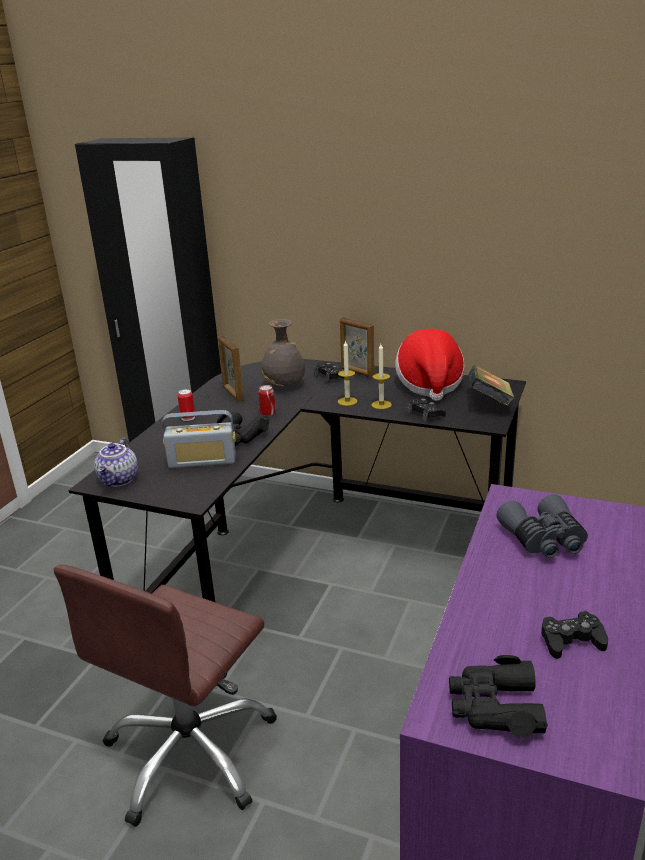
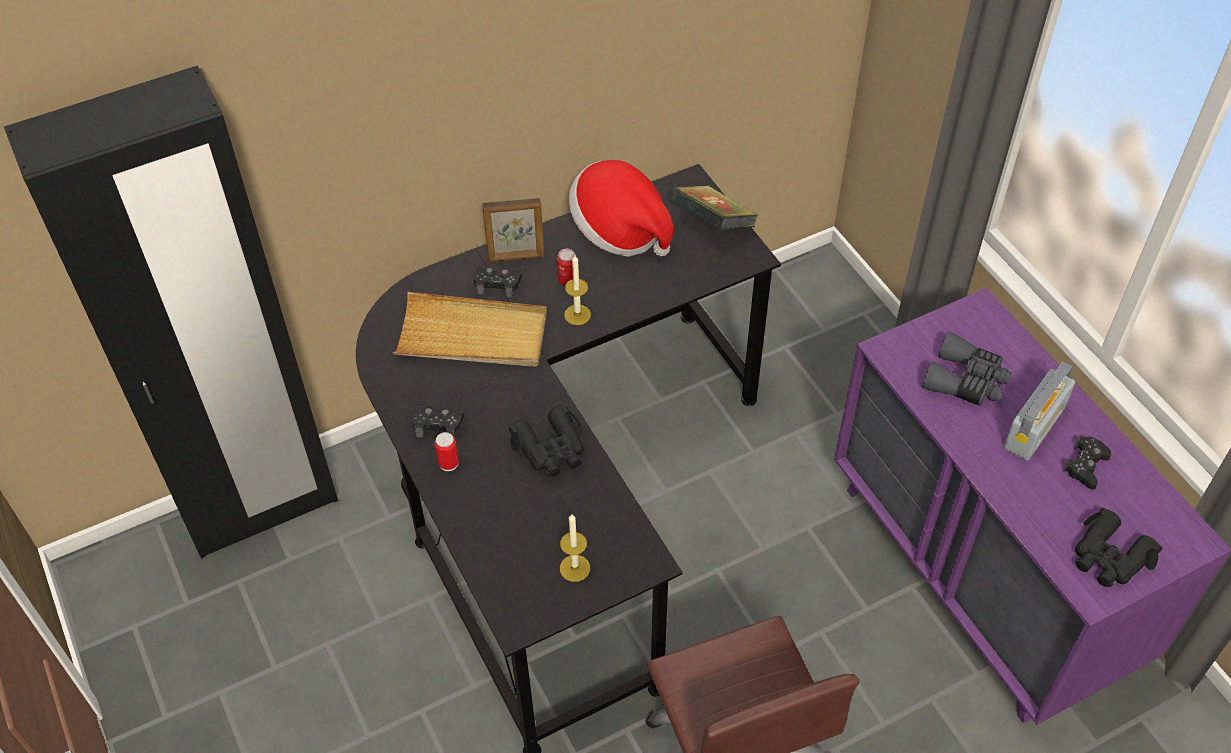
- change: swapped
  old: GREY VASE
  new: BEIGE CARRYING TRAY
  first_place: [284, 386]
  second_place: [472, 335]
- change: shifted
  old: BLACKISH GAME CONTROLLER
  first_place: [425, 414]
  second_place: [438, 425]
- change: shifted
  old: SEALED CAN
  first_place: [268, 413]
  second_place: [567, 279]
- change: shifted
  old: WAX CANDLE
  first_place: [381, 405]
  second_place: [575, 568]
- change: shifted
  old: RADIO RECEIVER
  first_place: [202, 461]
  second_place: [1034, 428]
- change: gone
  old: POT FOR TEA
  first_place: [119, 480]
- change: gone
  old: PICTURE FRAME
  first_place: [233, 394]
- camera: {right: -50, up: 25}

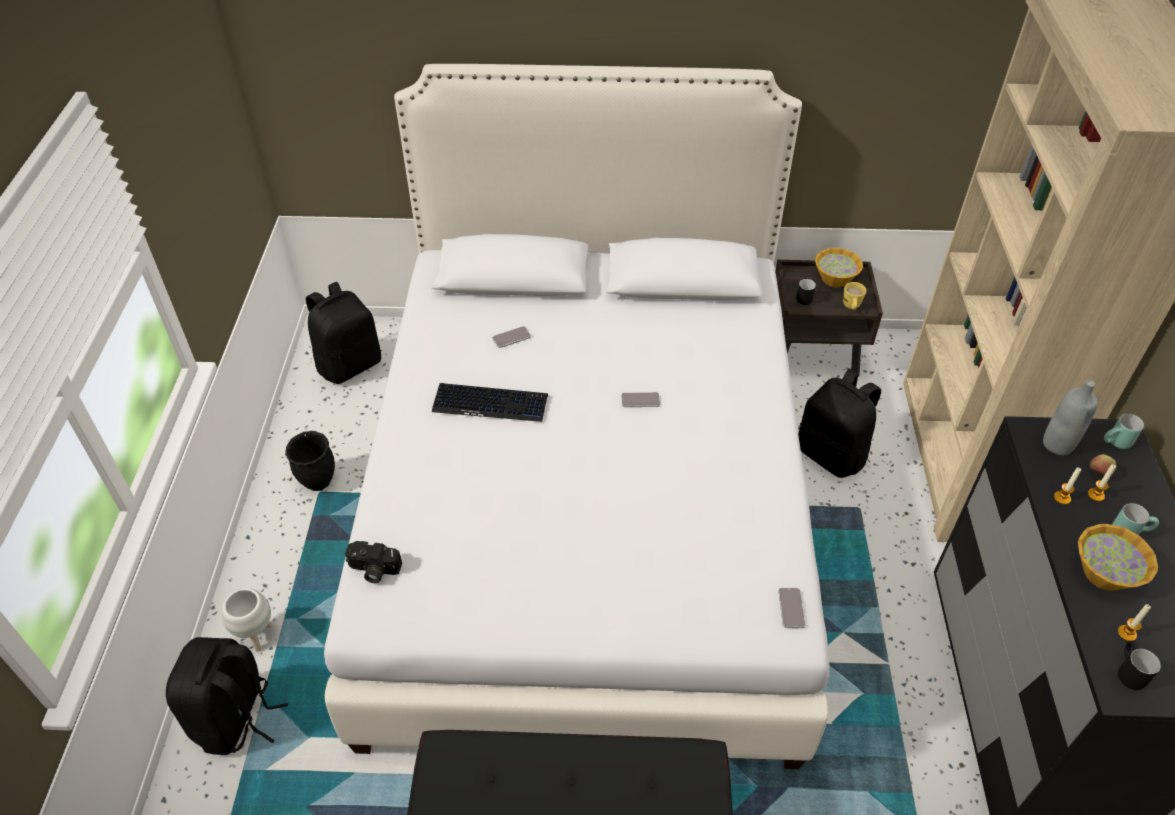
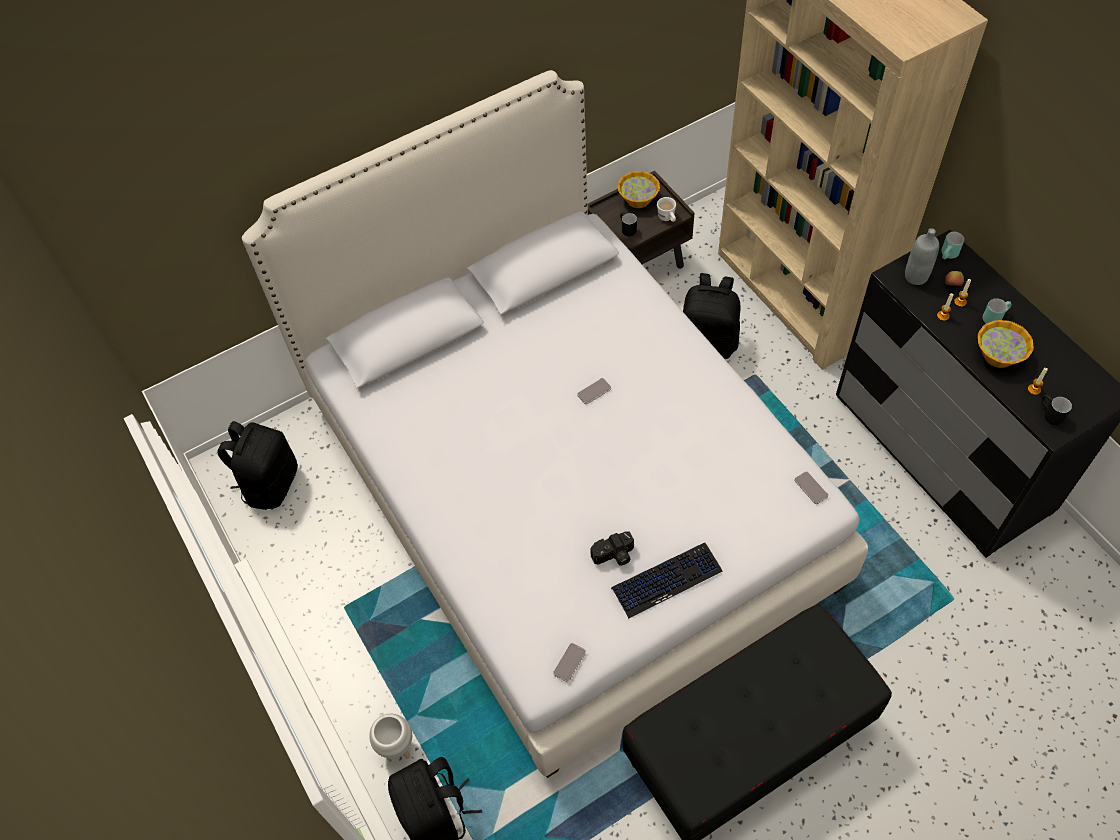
- change: shifted
  old: PHONE
  first_place: [511, 337]
  second_place: [569, 662]
- change: shifted
  old: STILL CAMERA
  first_place: [373, 570]
  second_place: [614, 556]
- change: shifted
  old: COMPUTER KEYBOARD
  first_place: [490, 404]
  second_place: [666, 580]
- change: repainted
  old: YELLOWISH COFFEE MUG
  new: WHITE-COLOURED COFFEE MUG
  first_place: [851, 307]
  second_place: [667, 219]
- change: gone
  old: BLACKISH PLANTER
  first_place: [317, 481]
- camera: {right: -30, up: 10}

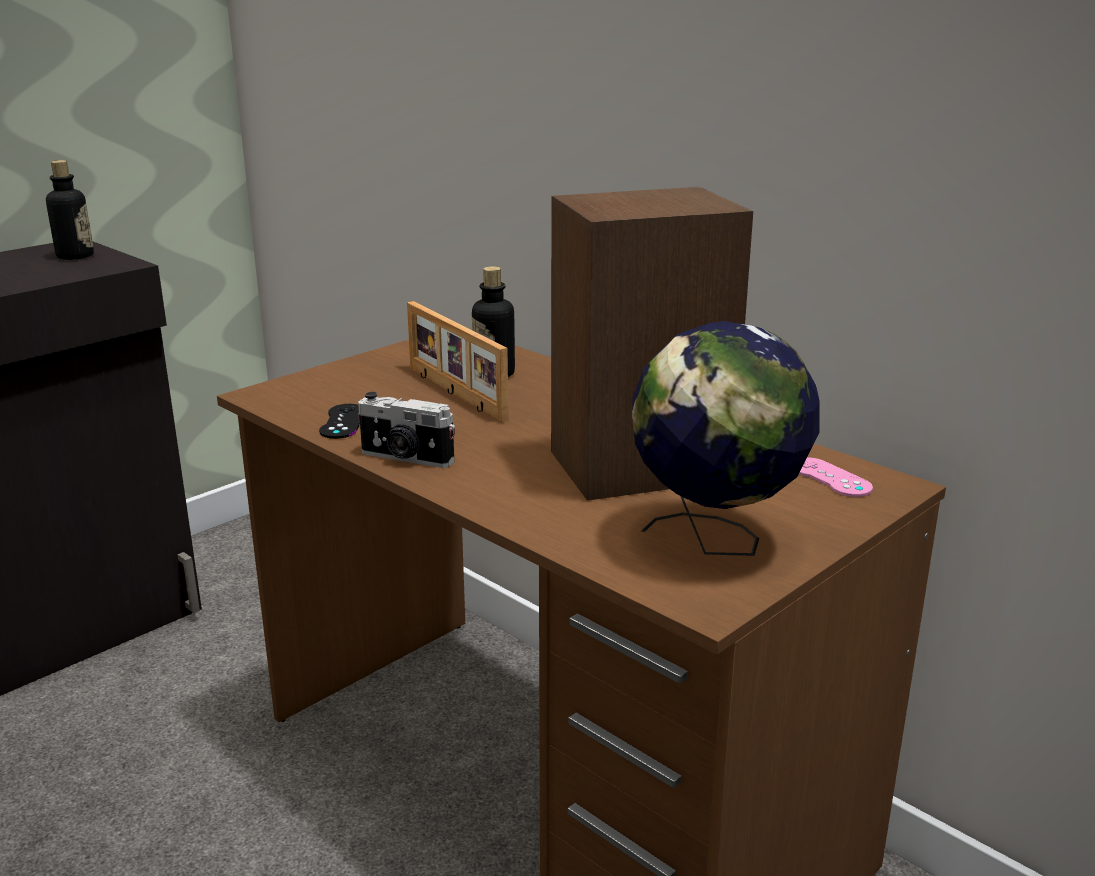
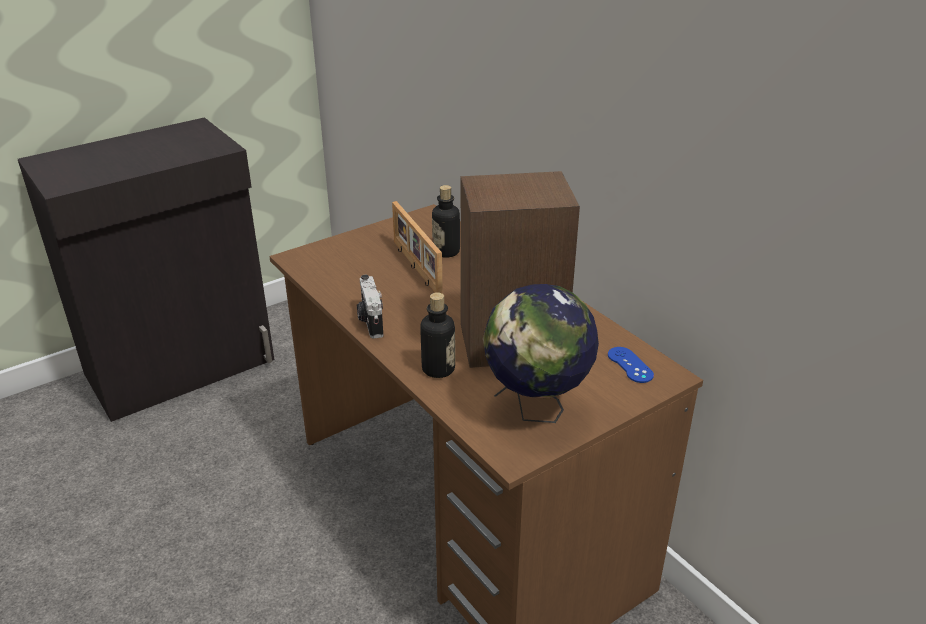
- change: rotated
  old: STILL CAMERA
  first_place: [406, 458]
  second_place: [370, 321]
  degrees: 45
- change: shifted
  old: BEVERAGE BOTTLE
  first_place: [75, 256]
  second_place: [438, 369]
- change: repainted
  old: PINK-COLOURED GAME CONTROLLER
  new: BLUISH GAME CONTROLLER
  first_place: [830, 478]
  second_place: [630, 365]
- change: gone
  old: BLACKISH GAME CONTROLLER
  first_place: [342, 421]
- camera: {right: 10, up: 10}

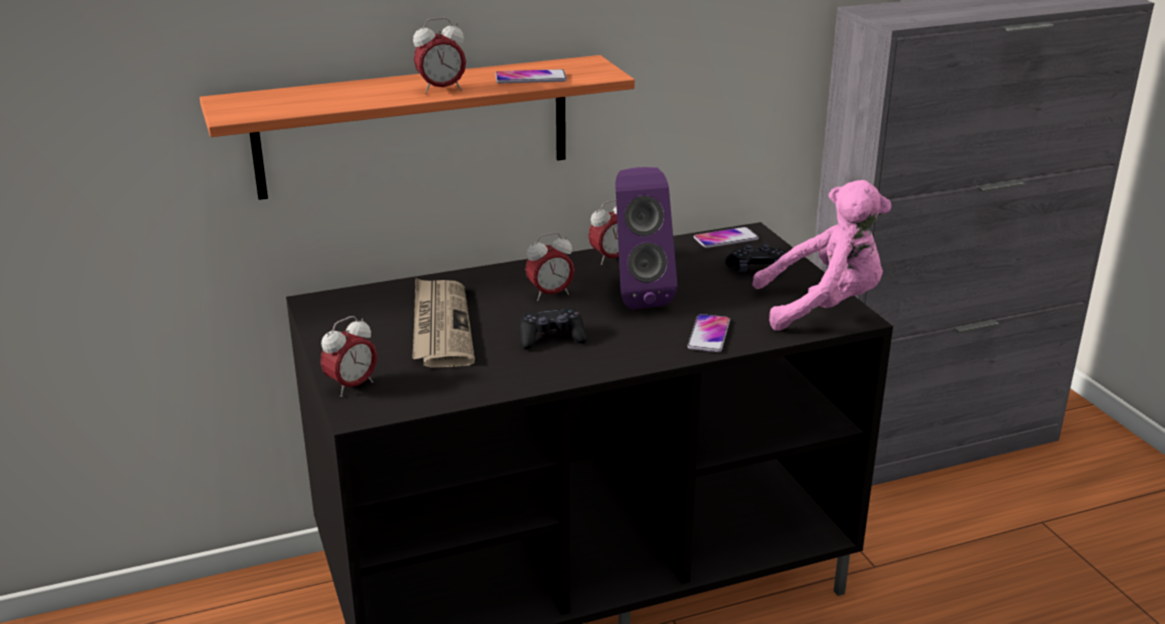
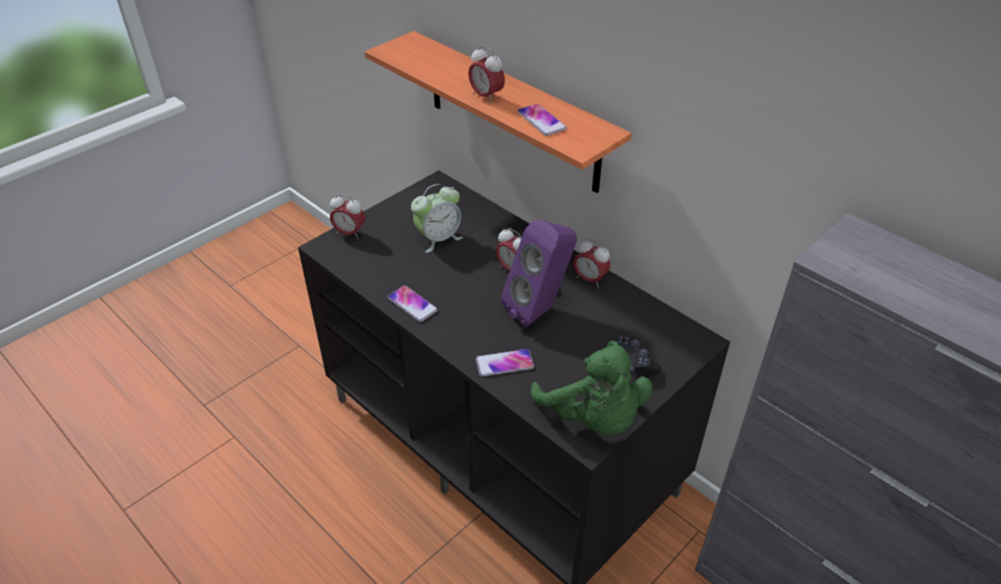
- change: shifted
  old: PHONE
  first_place: [725, 239]
  second_place: [412, 304]
- change: swapped
  old: PRINTED PAPER
  new: BEDSIDE CLOCK
  first_place: [440, 326]
  second_place: [438, 239]
- change: repainted
  old: PINK-COLOURED PLUSH TOY
  new: GREEN-COLOURED PLUSH TOY
  first_place: [823, 307]
  second_place: [593, 418]
- change: gone
  old: BLACKISH GAME CONTROLLER
  first_place: [551, 338]
- camera: {right: 65, up: 15}

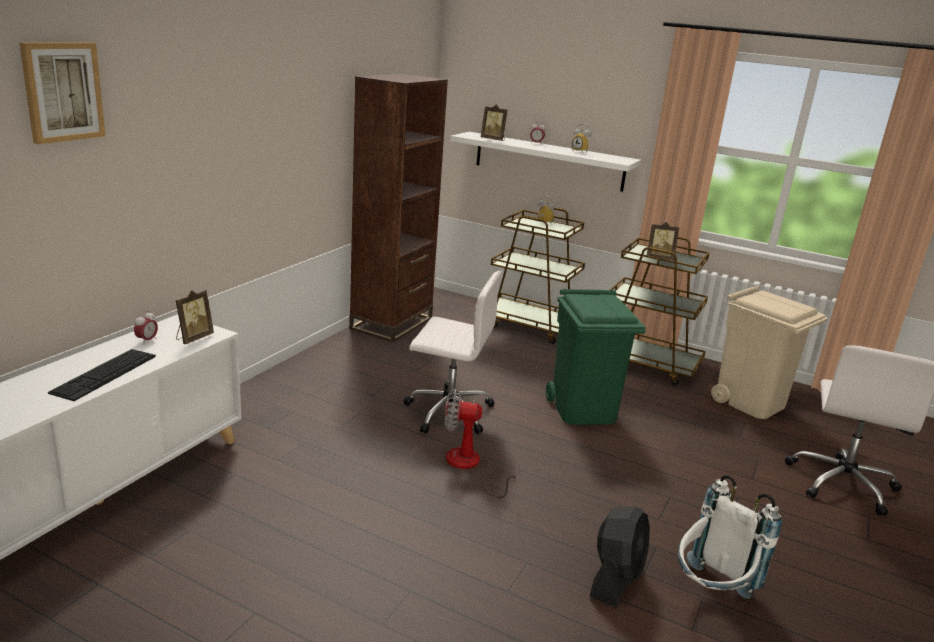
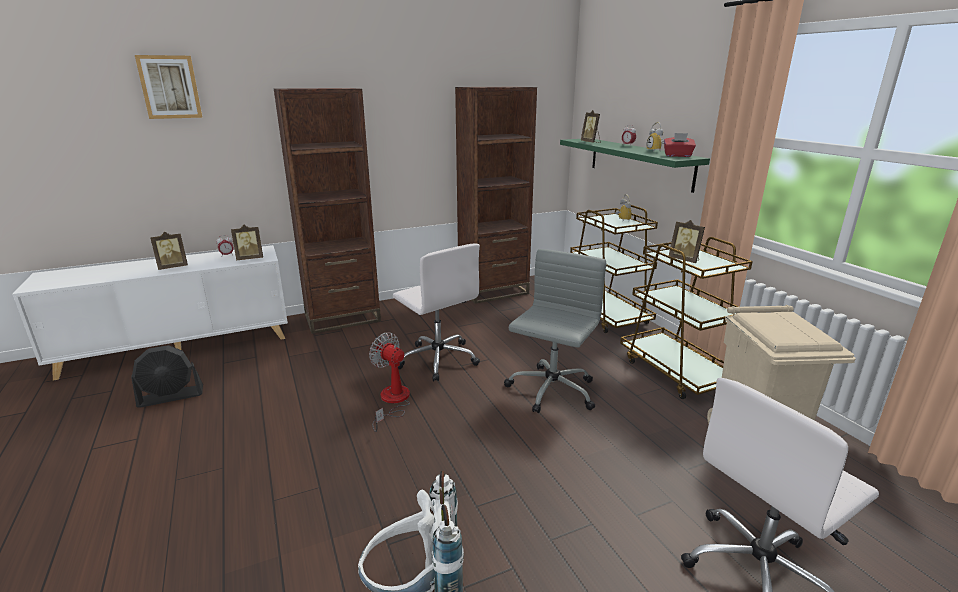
- change: shifted
  old: BLACKISH ELECTRIC FAN
  first_place: [616, 578]
  second_place: [171, 396]
- change: swapped
  old: COMPUTER KEYBOARD
  new: PICTURE FRAME
  first_place: [105, 374]
  second_place: [173, 267]
- change: new
  new: BROWN-COLOURED SHELVING UNIT
  second_place: [342, 318]
- change: swapped
  old: GREEN-COLOURED WASTE BIN
  new: GREY COMPUTER CHAIR
  first_place: [583, 410]
  second_place: [551, 391]
- change: repainted
  old: WHITE-COLOURED BRACKET SHELF
  new: GREEN-COLOURED BRACKET SHELF
  first_place: [548, 161]
  second_place: [639, 162]
- change: new
  new: RED TISSUE BOX
  second_place: [677, 156]
- camera: {right: 40, up: 0}

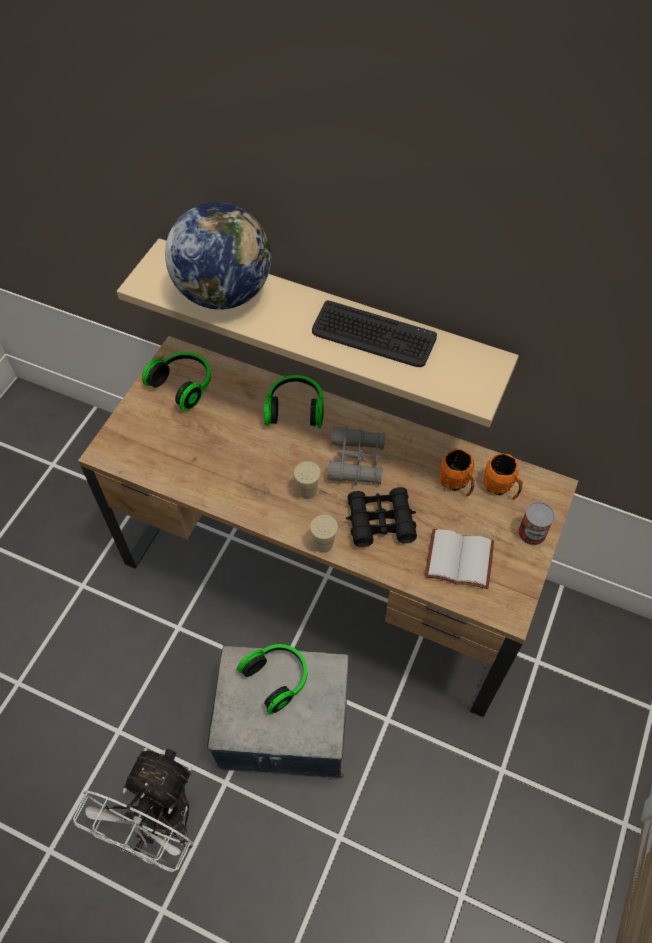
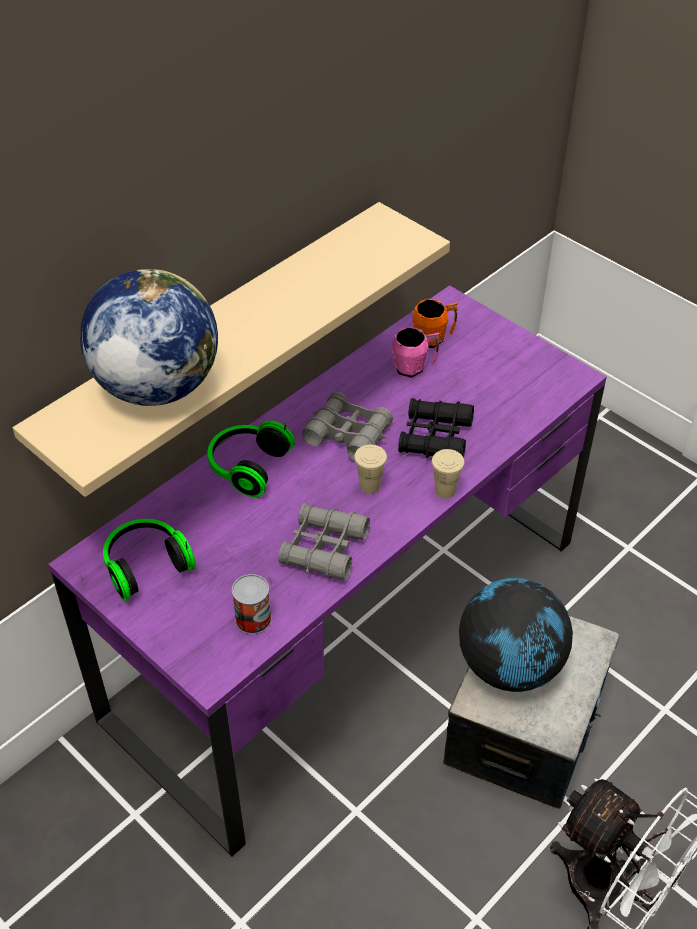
- change: repainted
  old: BROWN-COLOURED DESK UNIT
  new: PURPLE DESK UNIT
  first_place: [326, 573]
  second_place: [348, 628]
- change: shifted
  old: SEALED CAN
  first_place: [532, 533]
  second_place: [253, 619]
- change: new
  new: GREY BINOCULARS
  second_place: [324, 549]
- change: repainted
  old: ORANGE COFFEE MUG
  new: PINK-COLOURED COFFEE MUG
  first_place: [457, 483]
  second_place: [414, 366]
- change: swapped
  old: PAIR OF HEADPHONES
  new: WORLD GLOBE
  first_place: [278, 678]
  second_place: [510, 665]
- change: gone
  old: COMPUTER KEYBOARD
  first_place: [373, 335]
- change: gone
  old: WHITE-COLOURED BOUND BOOK
  first_place: [458, 561]
- camera: {right: -70, up: -10}

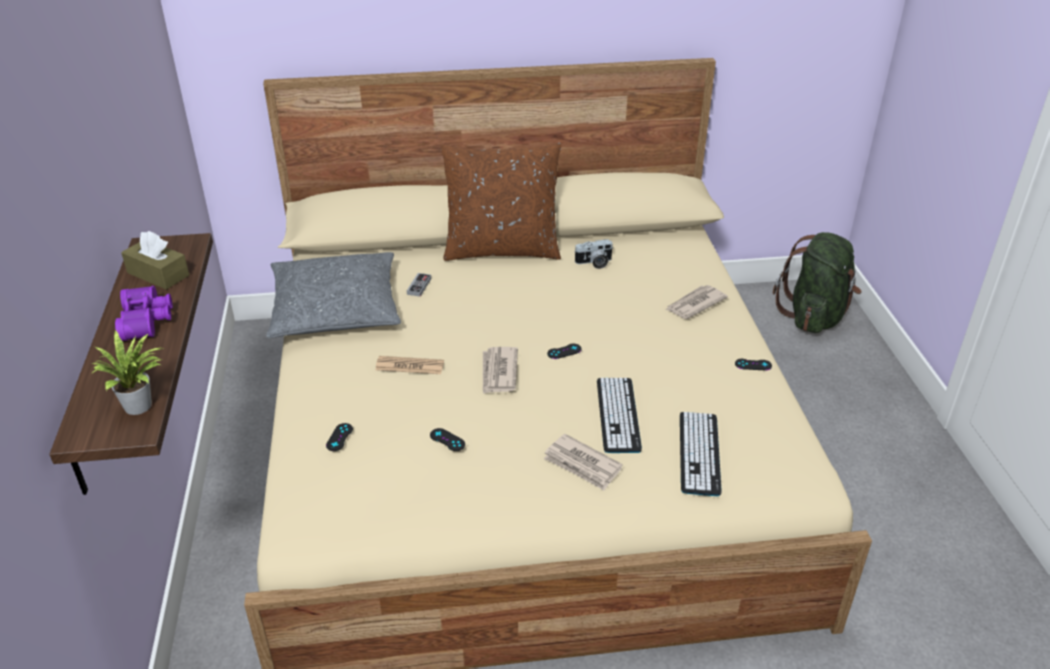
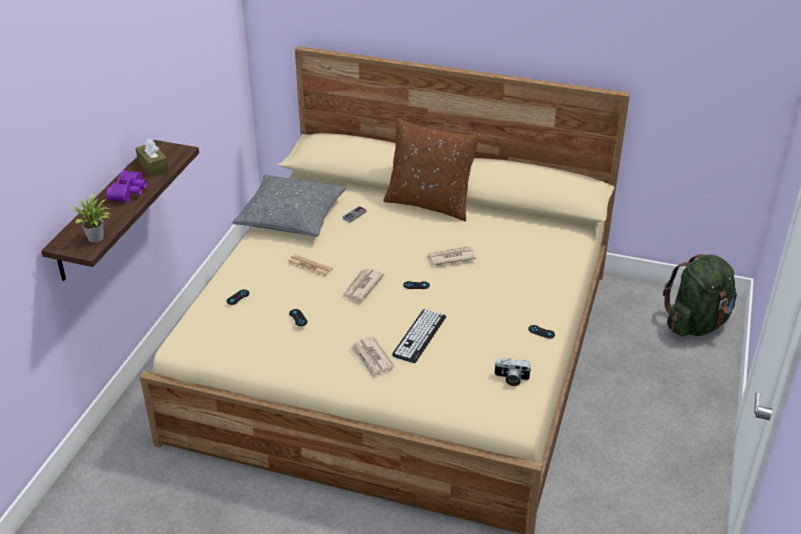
- change: shifted
  old: PRINTED PAPER
  first_place: [694, 304]
  second_place: [450, 257]
- change: shifted
  old: STILL CAMERA
  first_place: [594, 263]
  second_place: [511, 379]
- change: gone
  old: COMPUTER KEYBOARD
  first_place: [699, 453]
- camera: {right: 25, up: 0}

